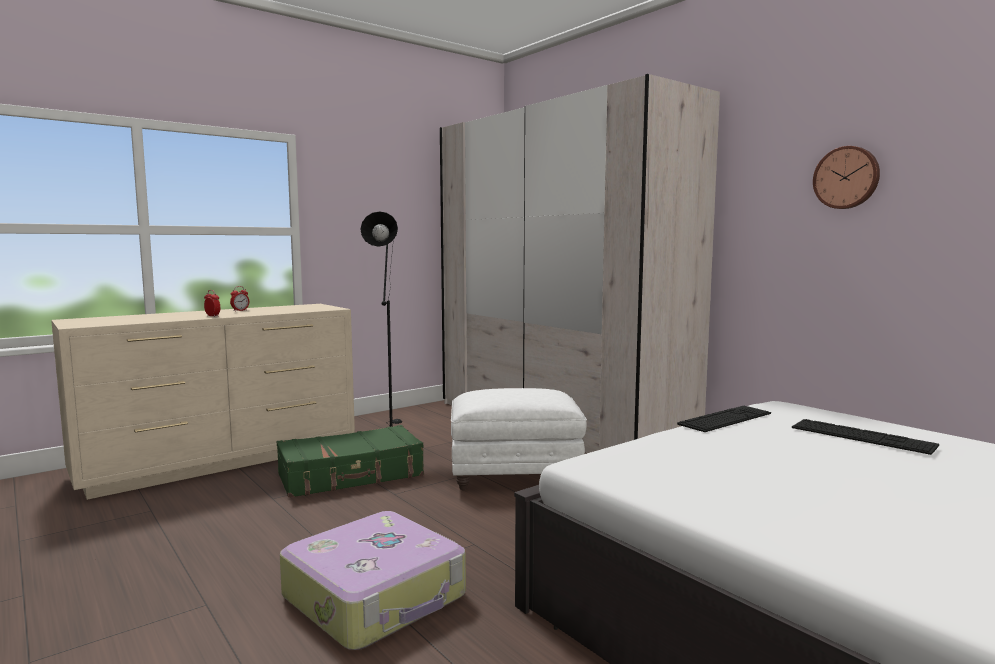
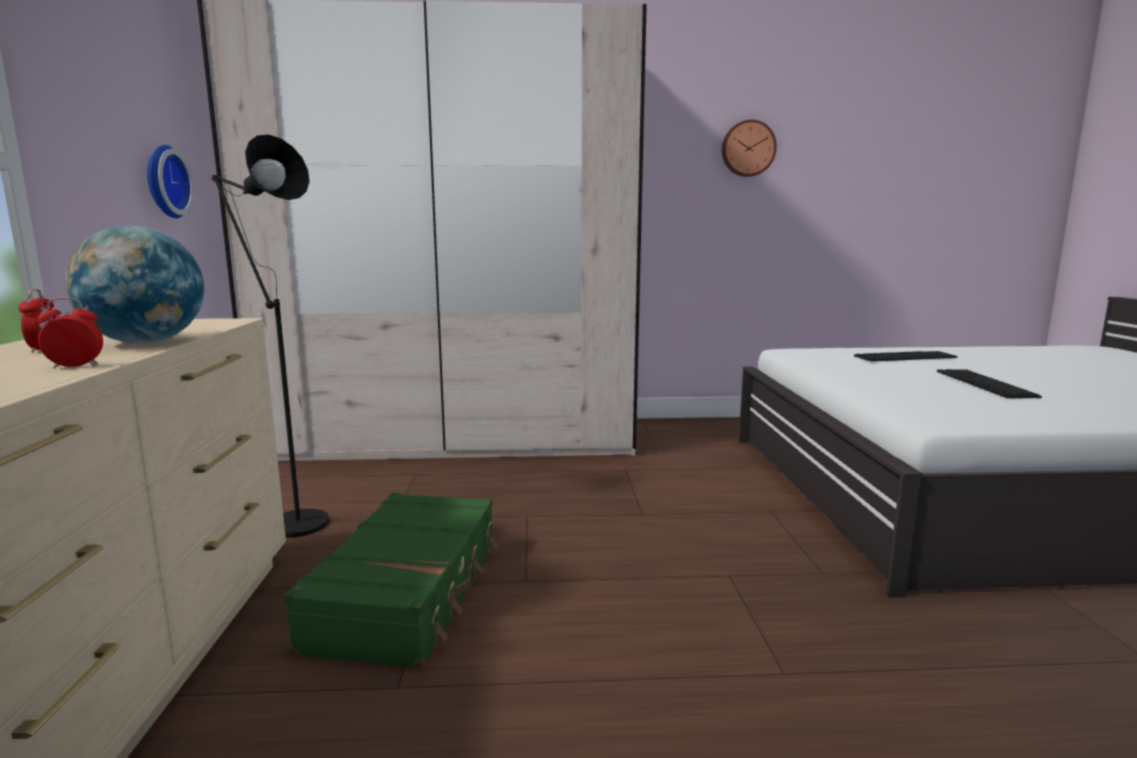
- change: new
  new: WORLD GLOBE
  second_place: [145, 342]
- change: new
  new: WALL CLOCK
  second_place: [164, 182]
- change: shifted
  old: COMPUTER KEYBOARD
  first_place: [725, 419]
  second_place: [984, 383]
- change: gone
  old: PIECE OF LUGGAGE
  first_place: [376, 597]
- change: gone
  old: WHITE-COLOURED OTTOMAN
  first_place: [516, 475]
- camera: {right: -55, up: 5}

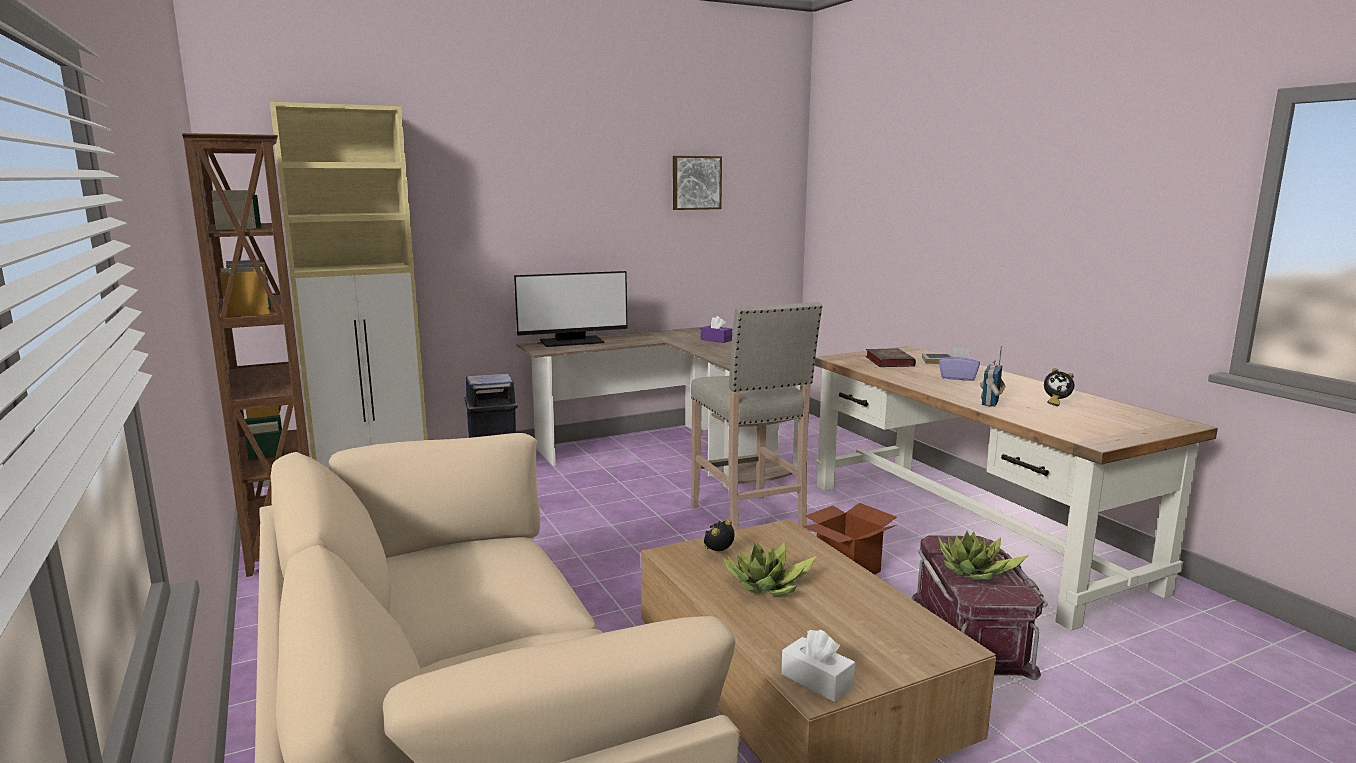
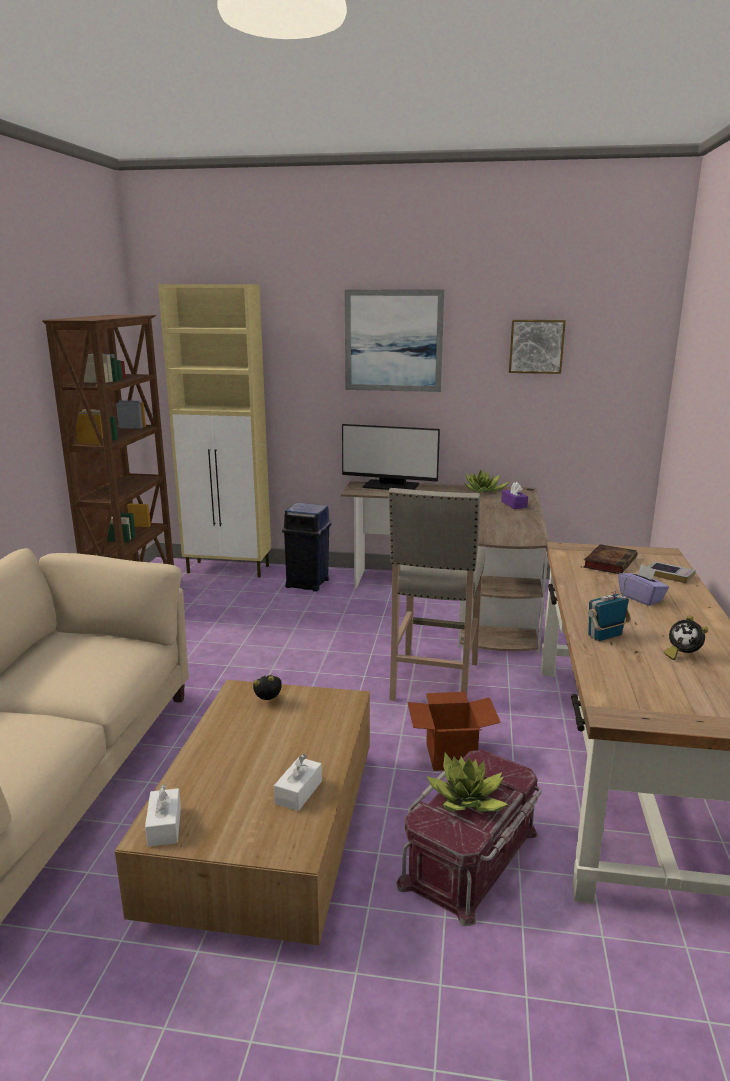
- change: new
  new: WHITE-COLOURED TISSUE BOX
  second_place: [298, 792]
- change: new
  new: PICTURE
  second_place: [393, 341]
- change: shifted
  old: HOUSEPLANT
  first_place: [768, 586]
  second_place: [483, 491]
- camera: {right: 35, up: 5}

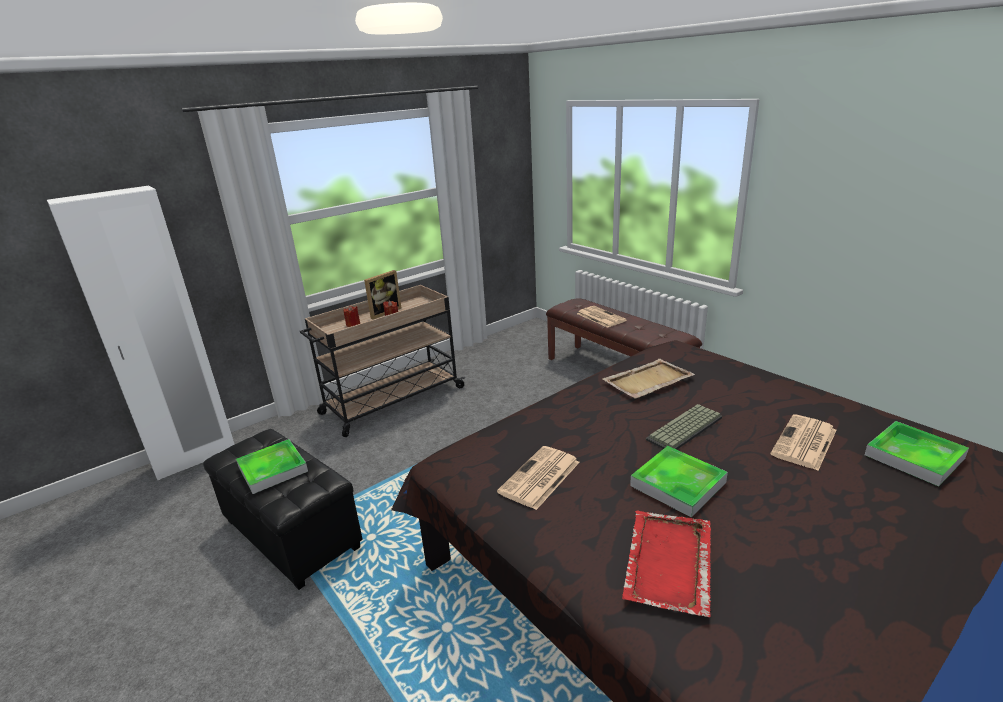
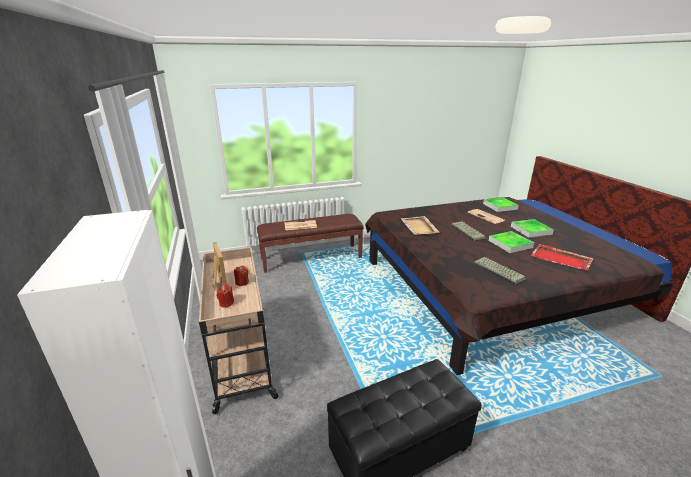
- change: swapped
  old: PRINTED PAPER
  new: COMPUTER KEYBOARD
  first_place: [539, 478]
  second_place: [499, 271]
- change: shifted
  old: CARRYING TRAY
  first_place: [273, 469]
  second_place: [531, 230]
- camera: {right: -70, up: 0}

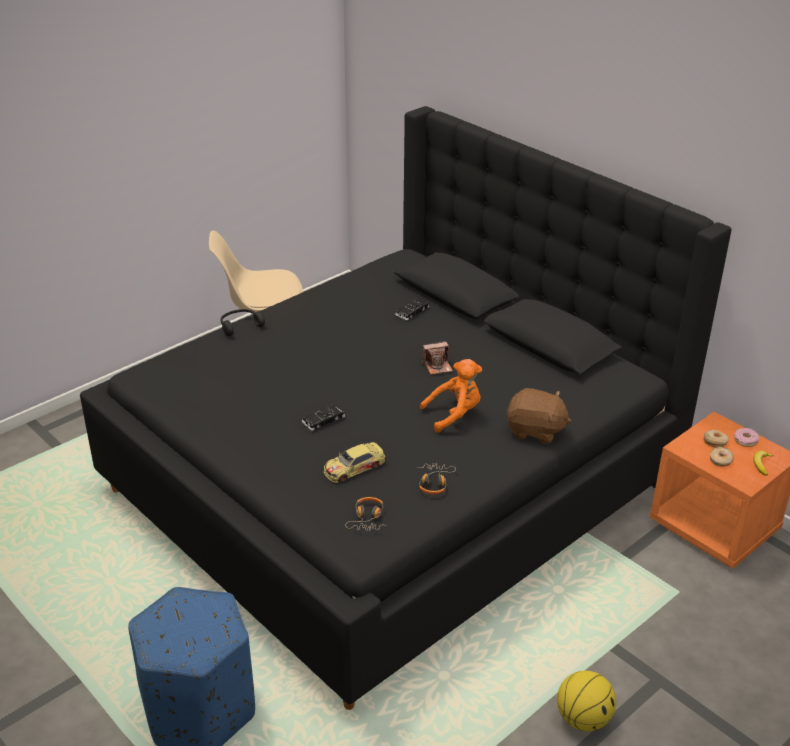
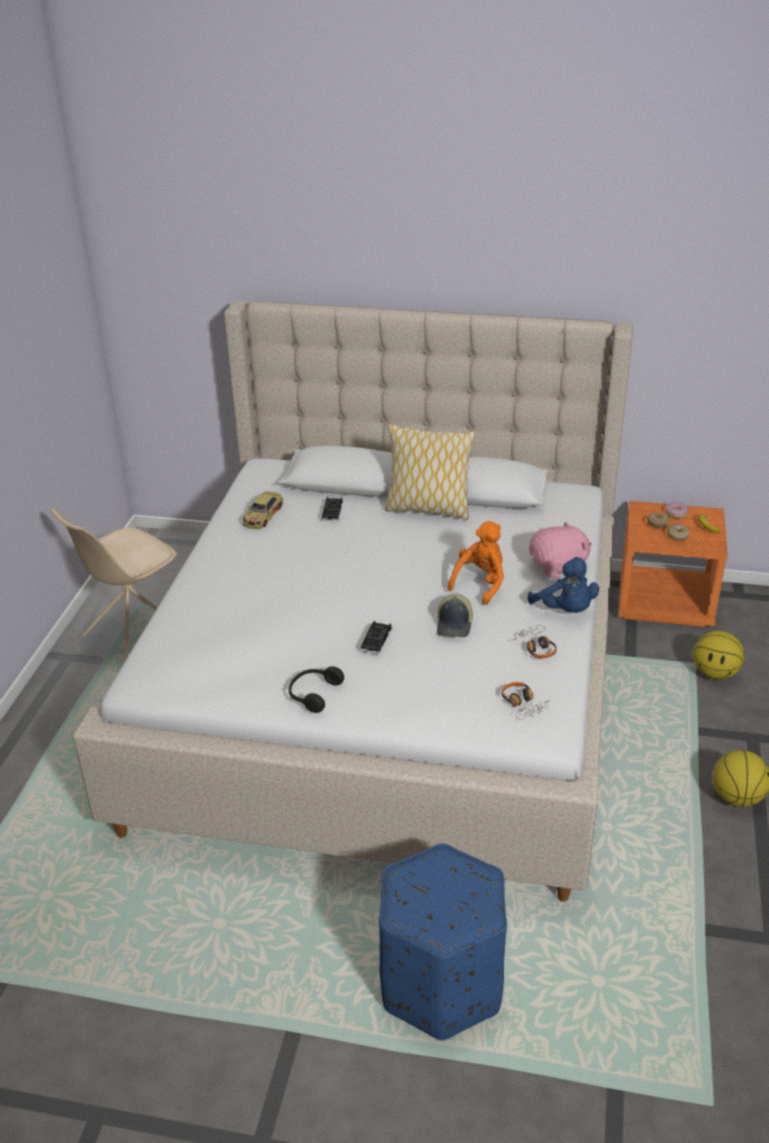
- change: repainted
  old: BLACKISH BED
  new: BEIGE BED
  first_place: [395, 484]
  second_place: [389, 690]
- change: shifted
  old: MINIATURE CAR
  first_place: [354, 467]
  second_place: [263, 515]
- change: shifted
  old: BLACKISH PAIR OF HEADPHONES
  first_place: [240, 326]
  second_place: [313, 694]
- change: new
  new: CUSHION
  second_place: [428, 509]
- change: new
  new: PEAKED CAP
  second_place: [455, 624]
- change: new
  new: BLUISH PLUSH TOY
  second_place: [565, 610]
- change: repainted
  old: BROWN-COLOURED PLUSH TOY
  new: PINK-COLOURED PLUSH TOY
  first_place: [535, 431]
  second_place: [558, 567]
- change: new
  new: BALL FOR BASKETBALL
  second_place: [715, 674]
- change: gone
  old: STILL CAMERA
  first_place: [437, 366]
- camera: {right: -35, up: 0}

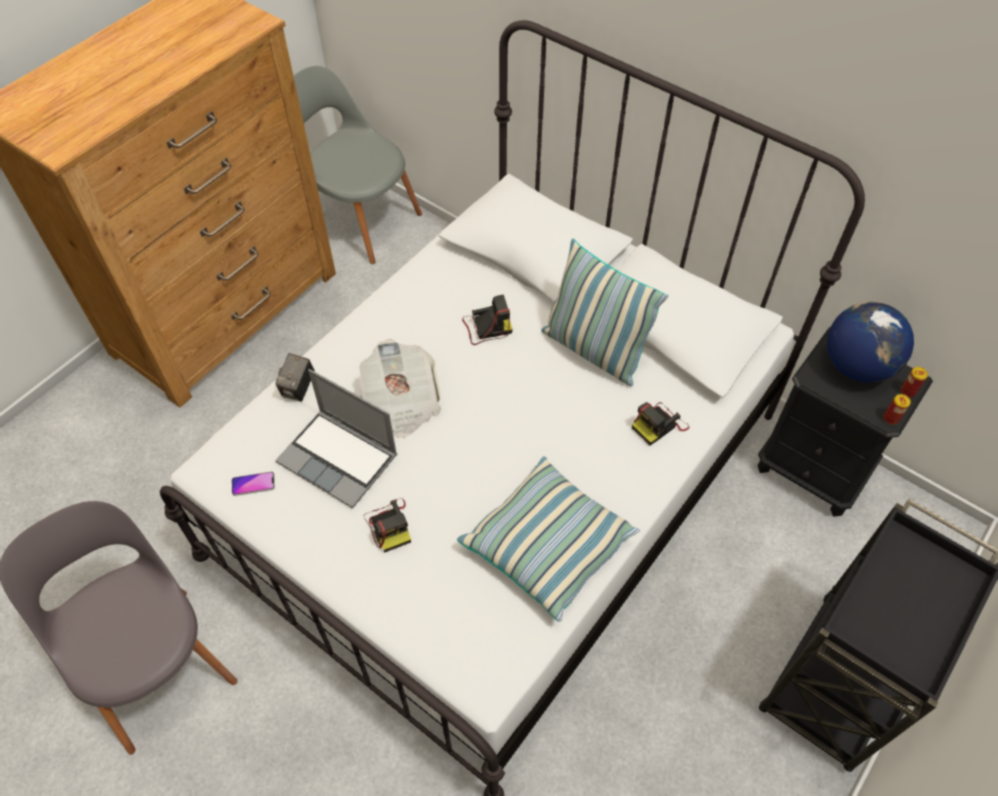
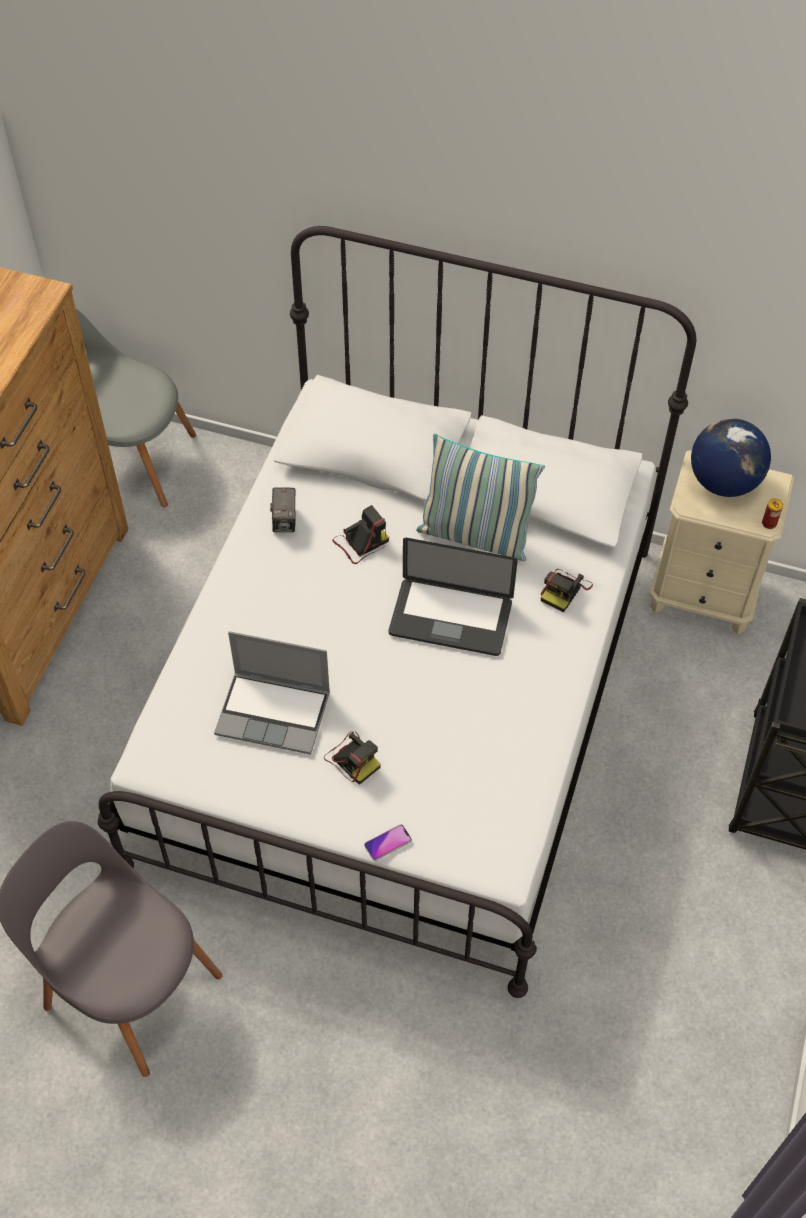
- change: shifted
  old: STILL CAMERA
  first_place: [299, 388]
  second_place: [285, 521]
- change: shifted
  old: PHONE
  first_place: [253, 484]
  second_place: [388, 843]
- change: new
  new: LAPTOP
  second_place: [450, 618]
- change: repainted
  old: BLACKISH NIGHT TABLE
  new: BEIGE NIGHT TABLE
  first_place: [812, 470]
  second_place: [703, 595]
- change: gone
  old: PRINTED PAPER
  first_place: [402, 402]
- change: gone
  old: CUSHION
  first_place: [548, 545]
- change: gone
  old: SEALED CAN
  first_place: [908, 391]
- camera: {right: -20, up: 0}

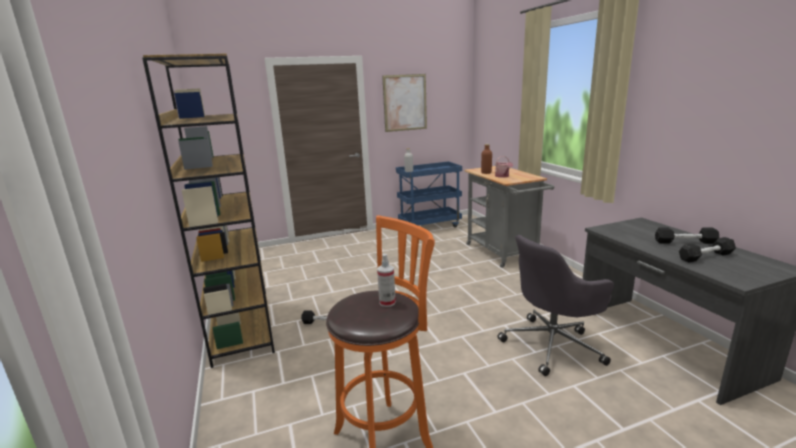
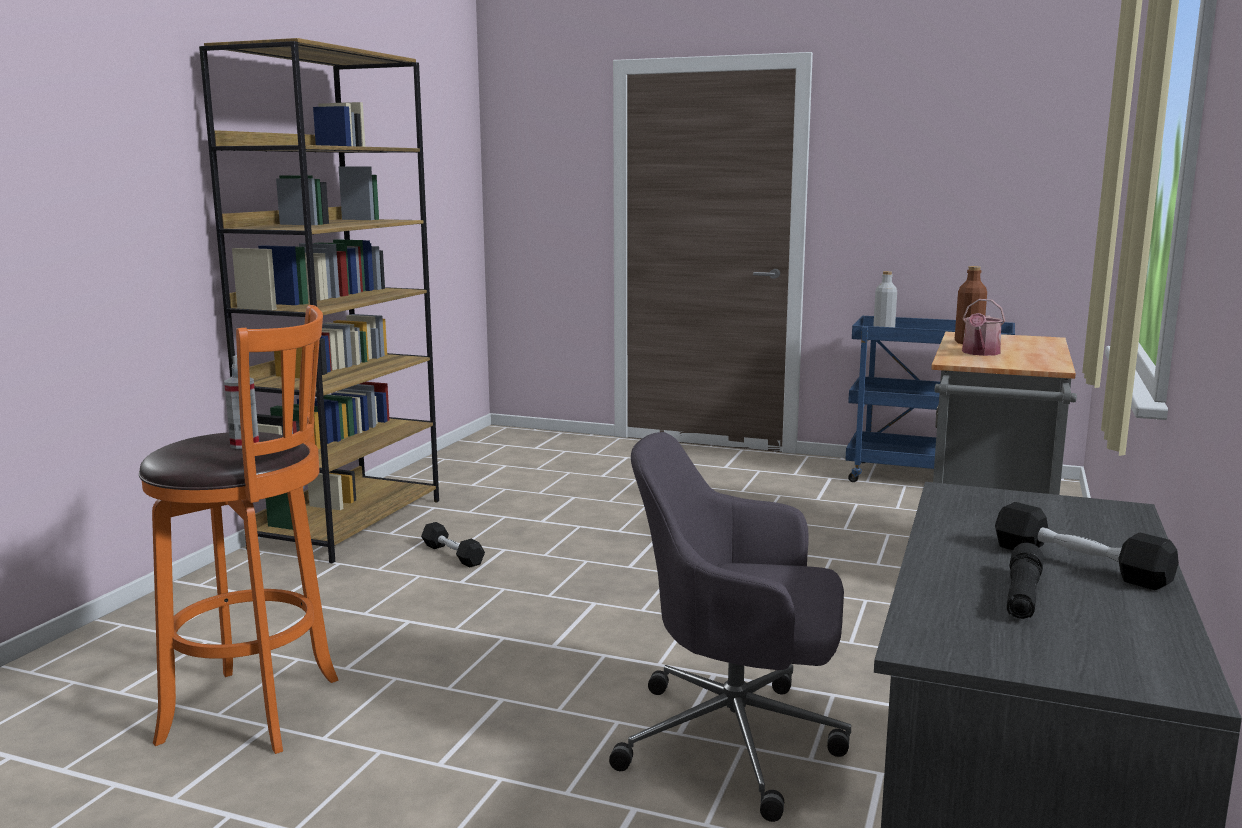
- change: swapped
  old: BLACKISH HAND WEIGHT
  new: BLACKISH TORCH
  first_place: [705, 256]
  second_place: [1022, 595]
- change: gone
  old: PICTURE
  first_place: [405, 103]
- camera: {right: 40, up: -5}

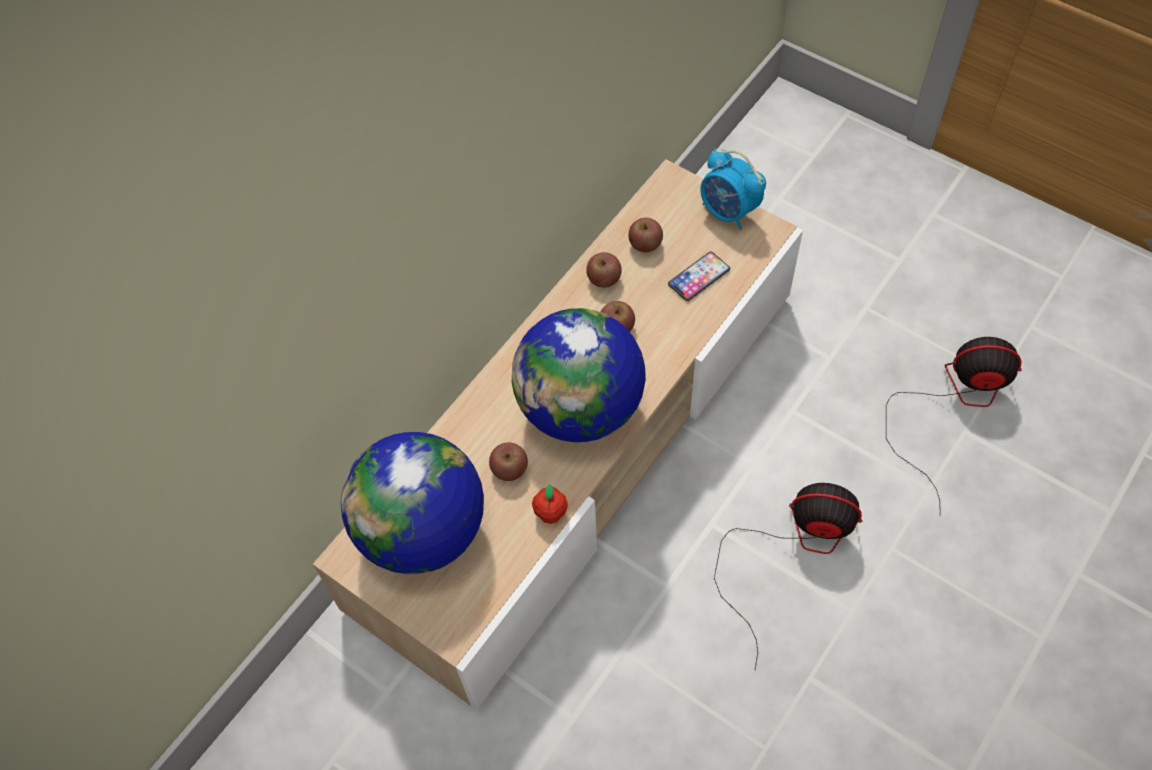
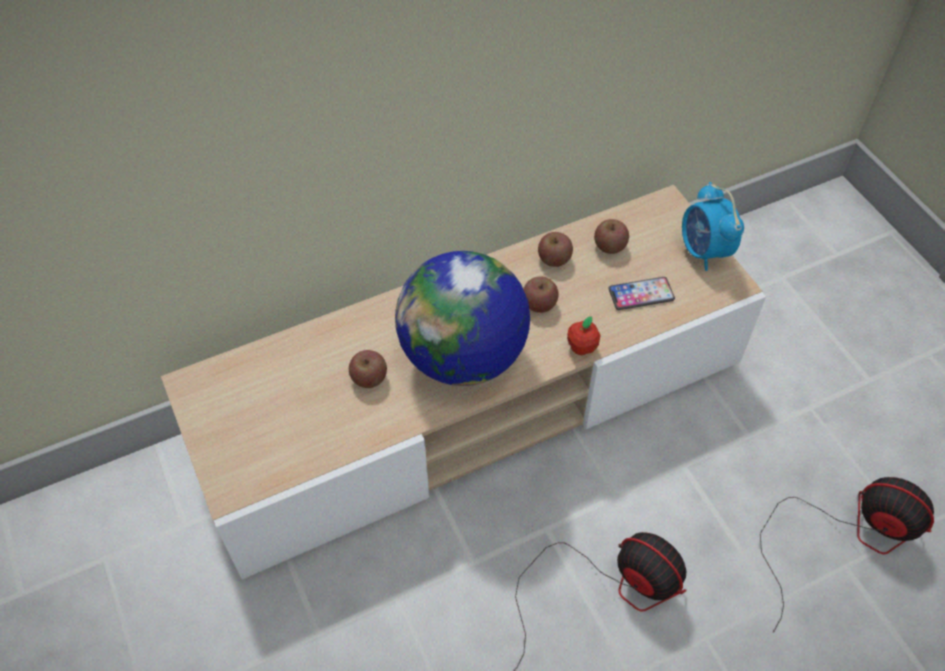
- change: shifted
  old: WHOLE APPLE
  first_place: [550, 513]
  second_place: [581, 347]
- change: gone
  old: WORLD GLOBE
  first_place: [423, 532]
- camera: {right: 25, up: -5}

